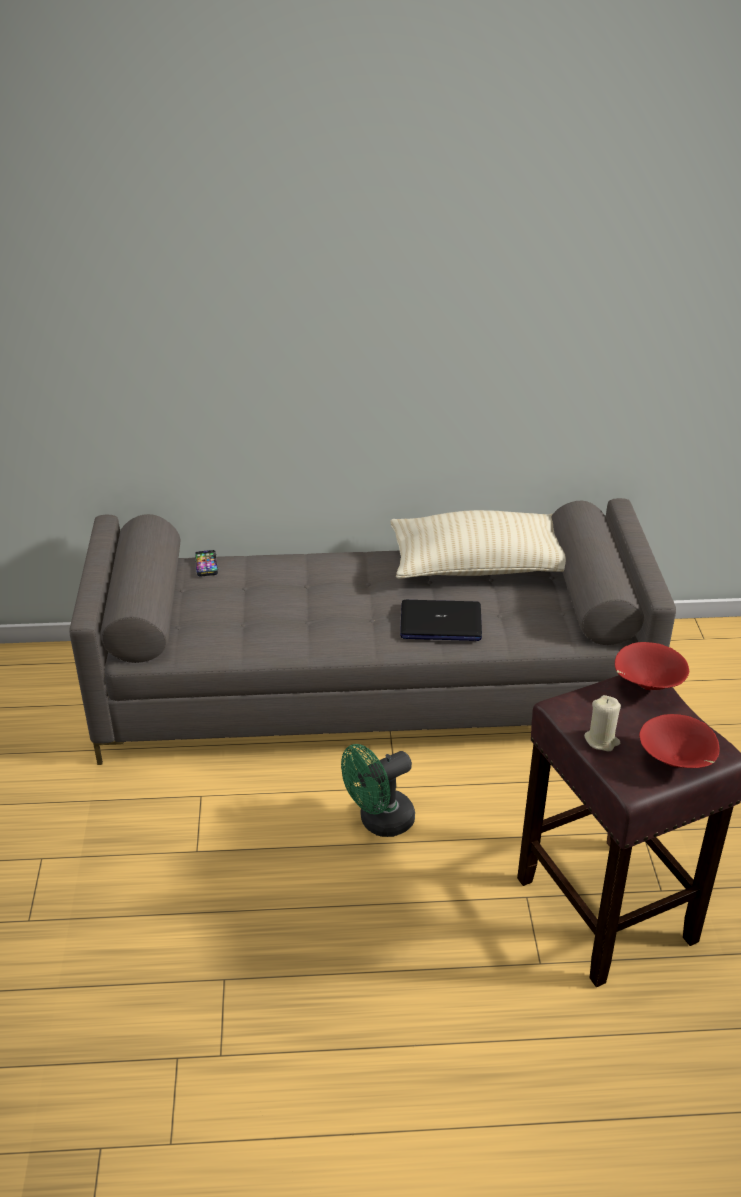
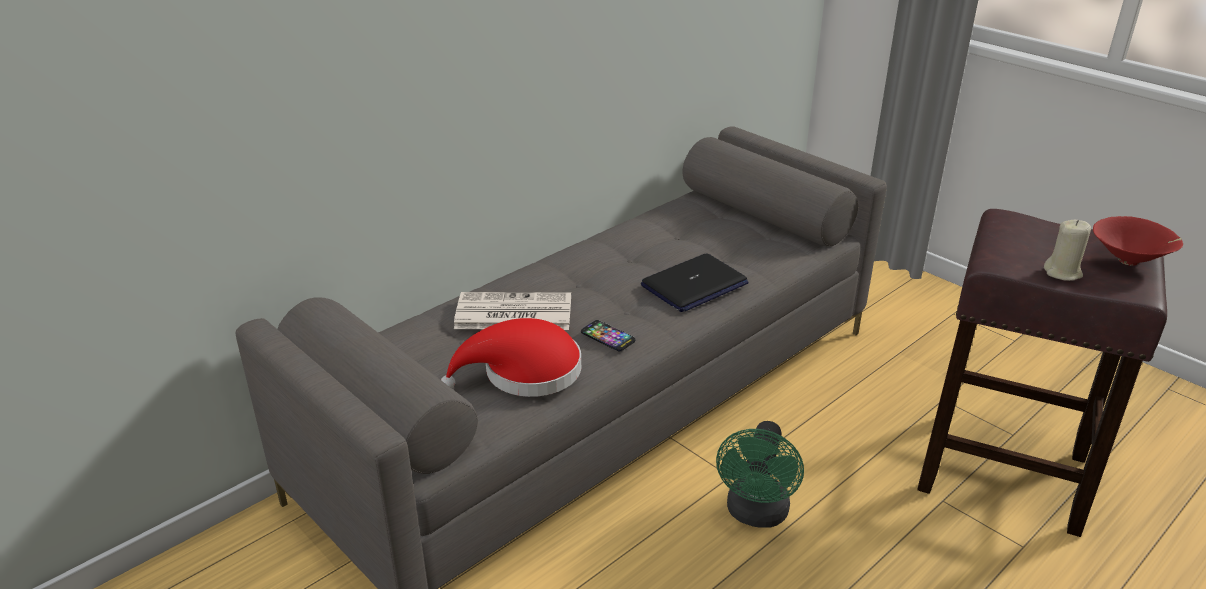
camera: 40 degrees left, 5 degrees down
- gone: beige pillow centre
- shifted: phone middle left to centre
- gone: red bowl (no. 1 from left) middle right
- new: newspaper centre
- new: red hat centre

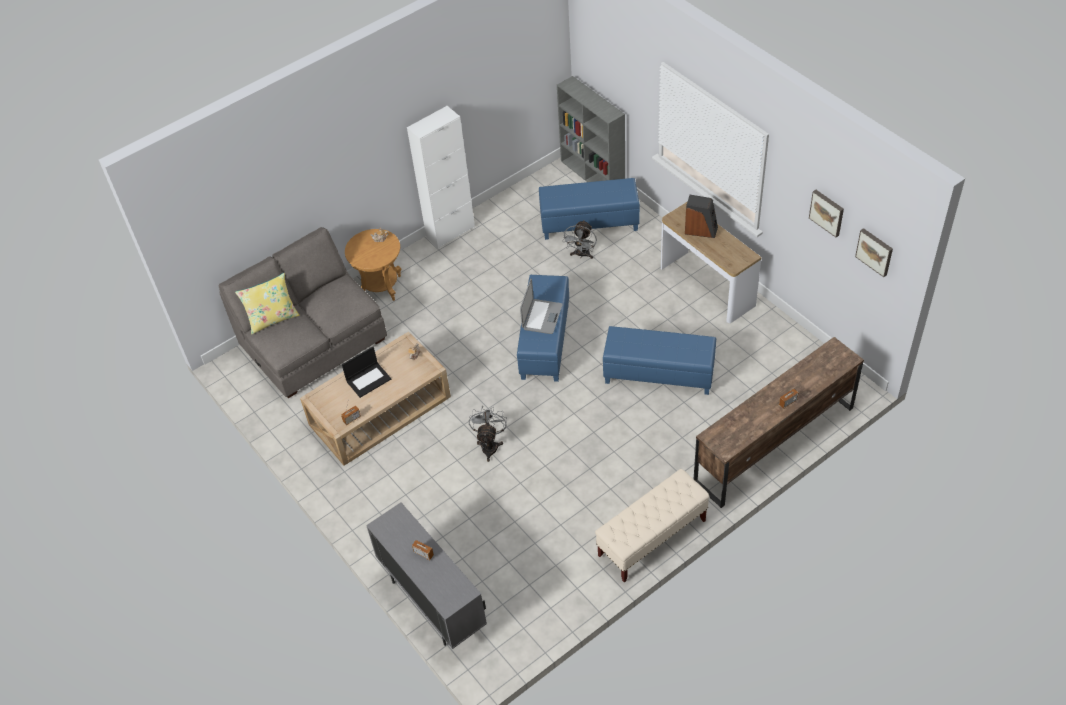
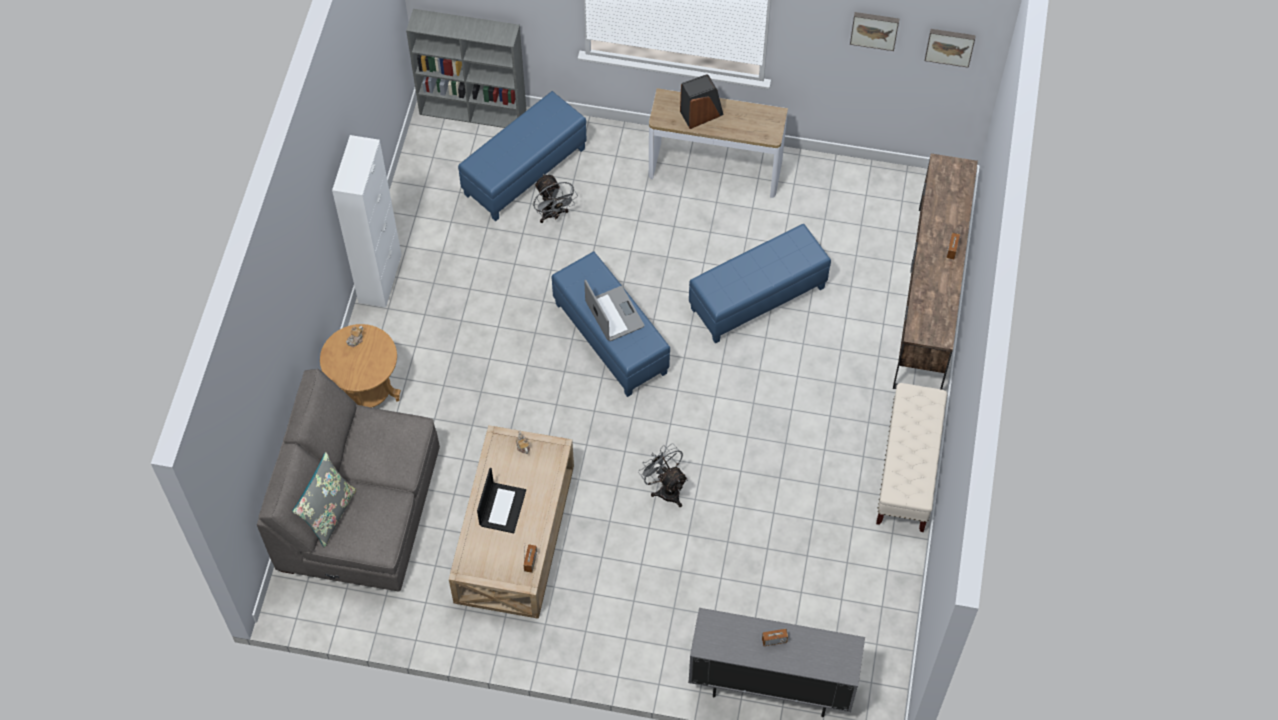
camera: 45 degrees left, 10 degrees up
- repainted: yellow pillow middle left to grey pillow bottom left

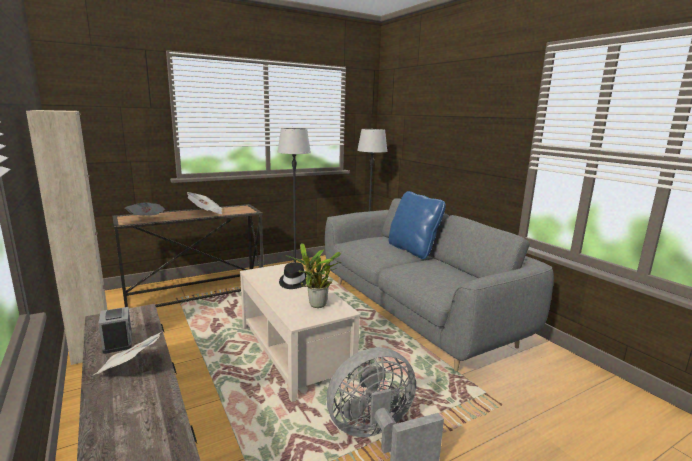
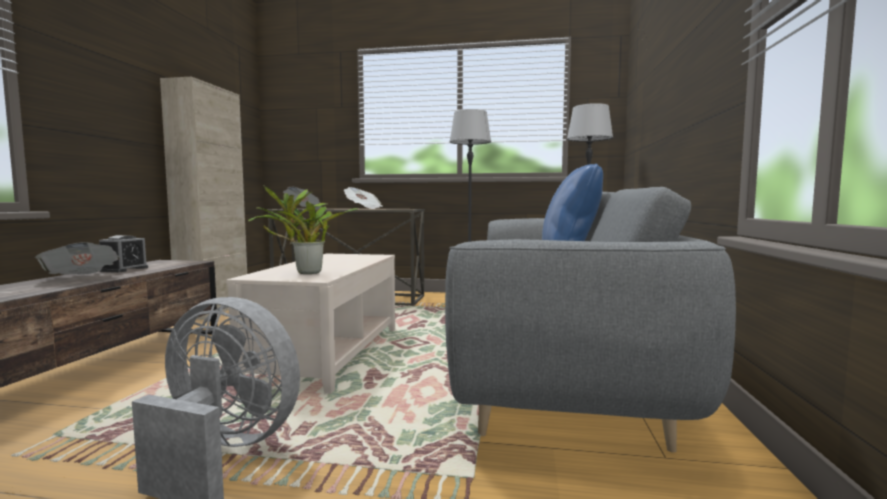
camera: 40 degrees right, 10 degrees down
- gone: black hat centre

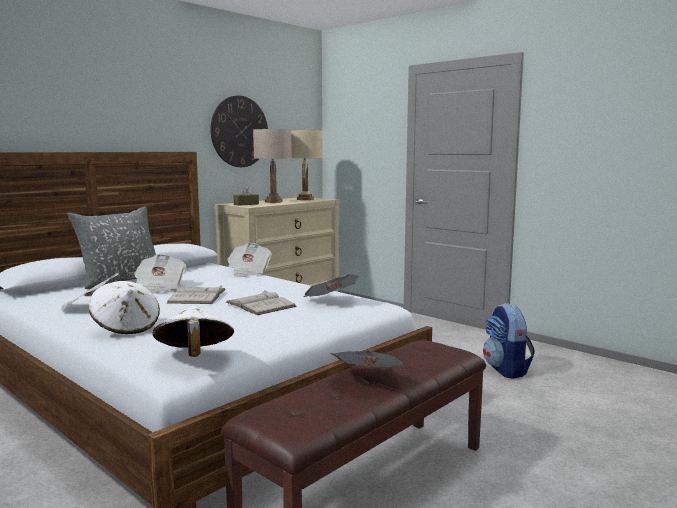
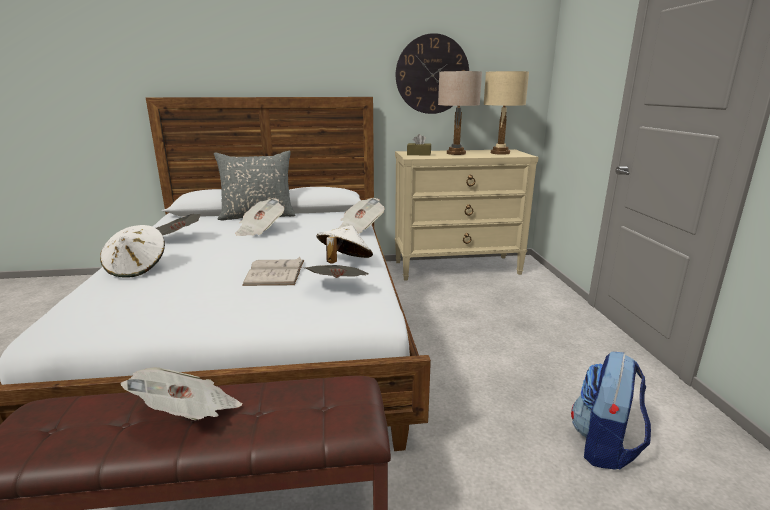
camera: 40 degrees right, 10 degrees up
- gone: white book (no. 1 from left) middle left
- shifted: white hat (no. 2 from left) middle left to centre

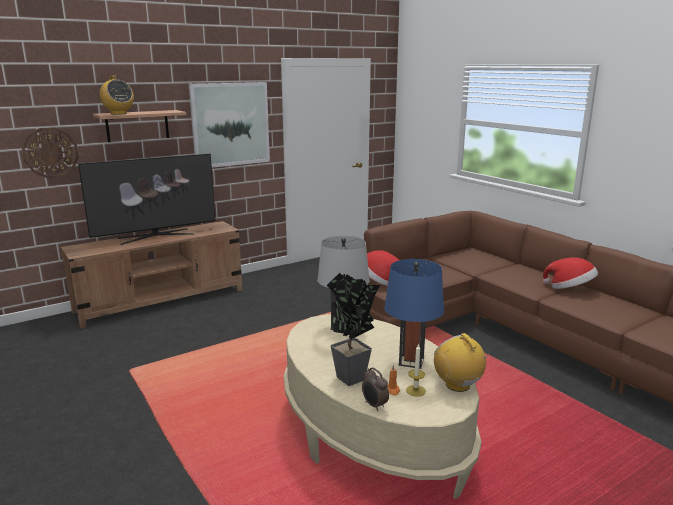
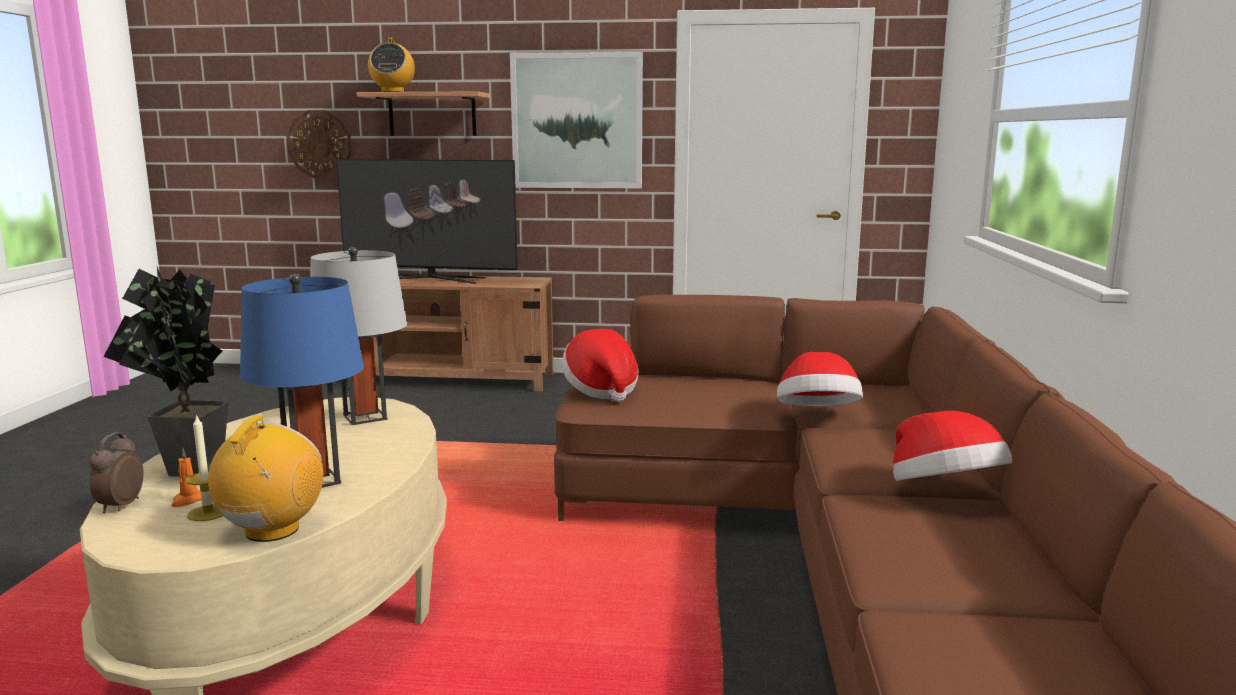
camera: 40 degrees right, 5 degrees down
- new: hat (no. 2 from left) centre

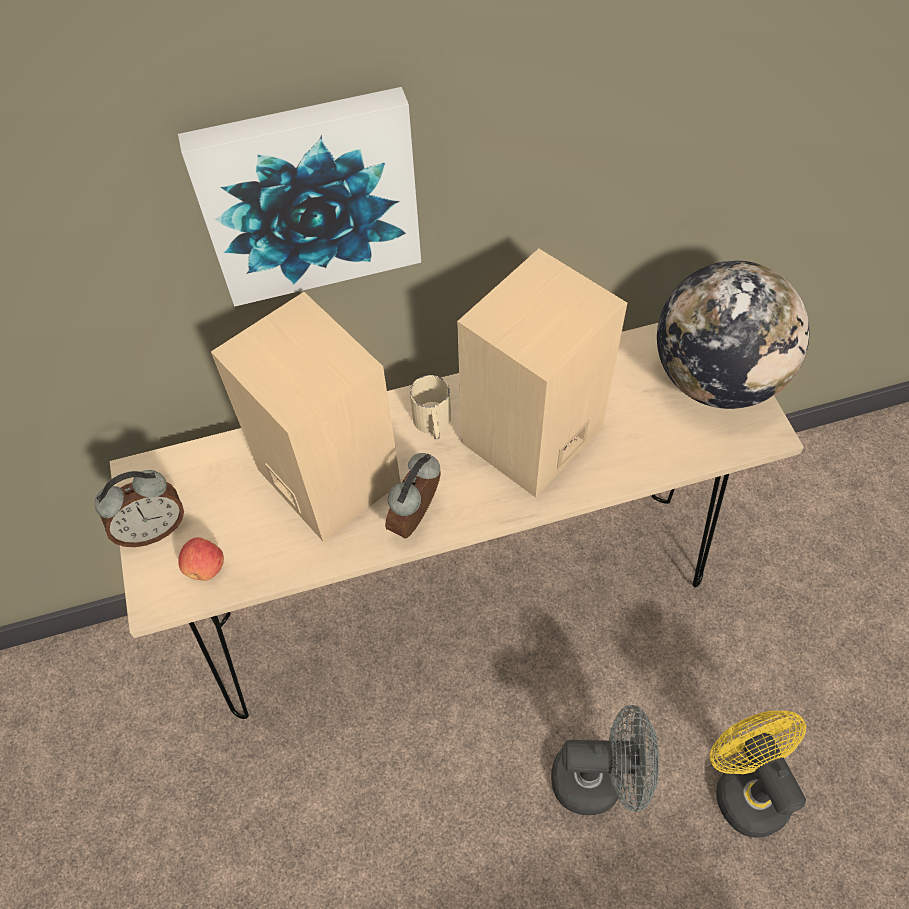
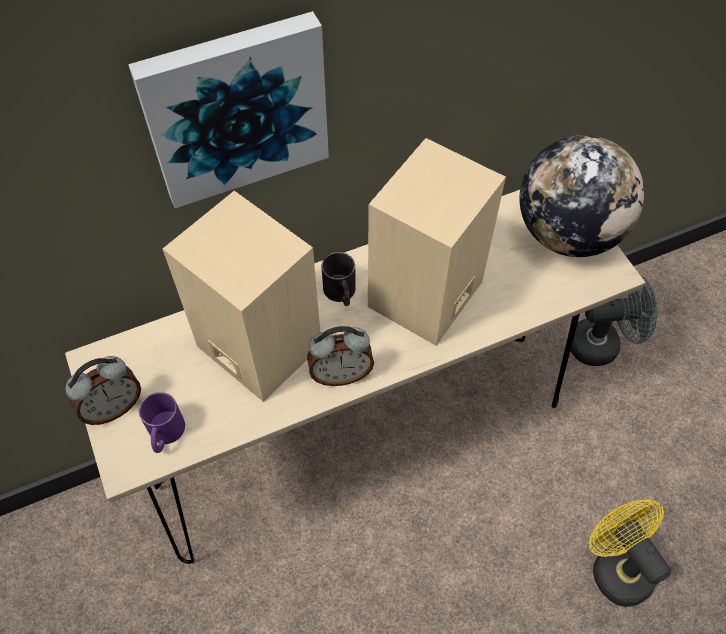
camera: 10 degrees left, 0 degrees up
- repainted: beige mug centre to black mug centre
- rotated: alarm clock (no. 2 from left) centre = centre 120 degrees counterclockwise
- swapped: apple middle left to purple mug middle left
- shifted: grey fan bottom centre to middle right

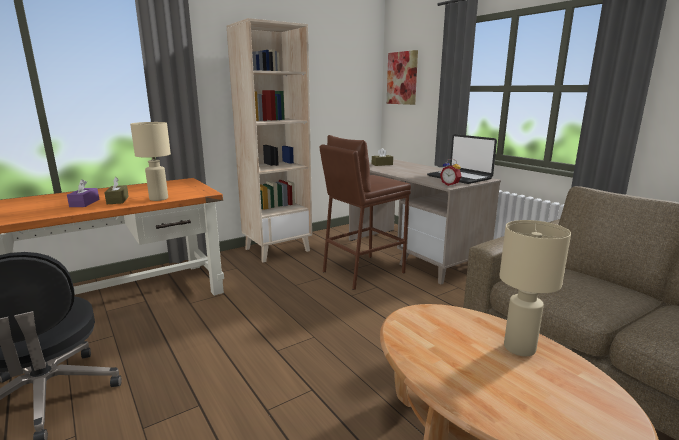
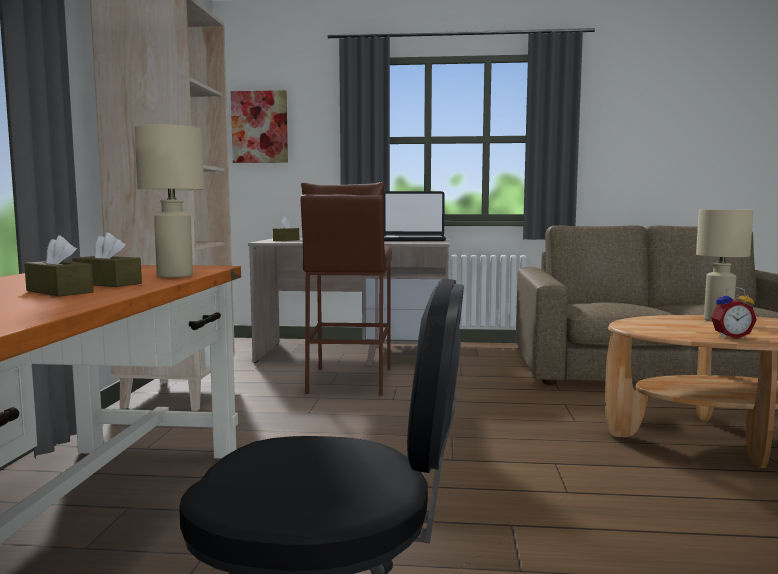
camera: 50 degrees left, 10 degrees down
- shifted: alarm clock centre to middle right
- repainted: purple tissue box middle left to brown tissue box (no. 1 from left) middle left

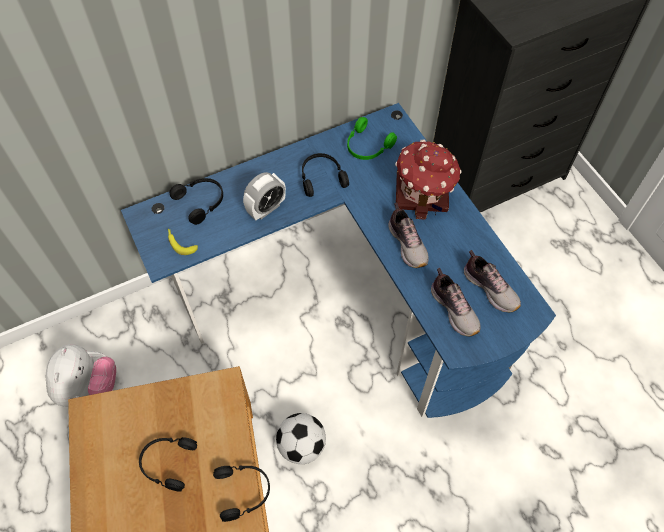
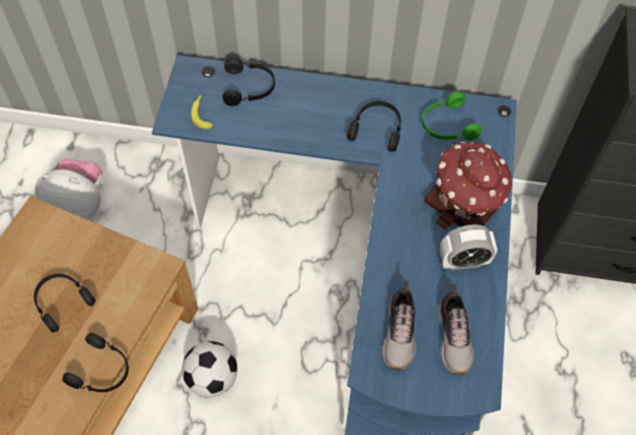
camera: 35 degrees right, 0 degrees up
- shifted: alarm clock centre to middle right
- gone: shoe (no. 1 from left) centre
- rotated: plush toy bottom left = middle left 120 degrees counterclockwise

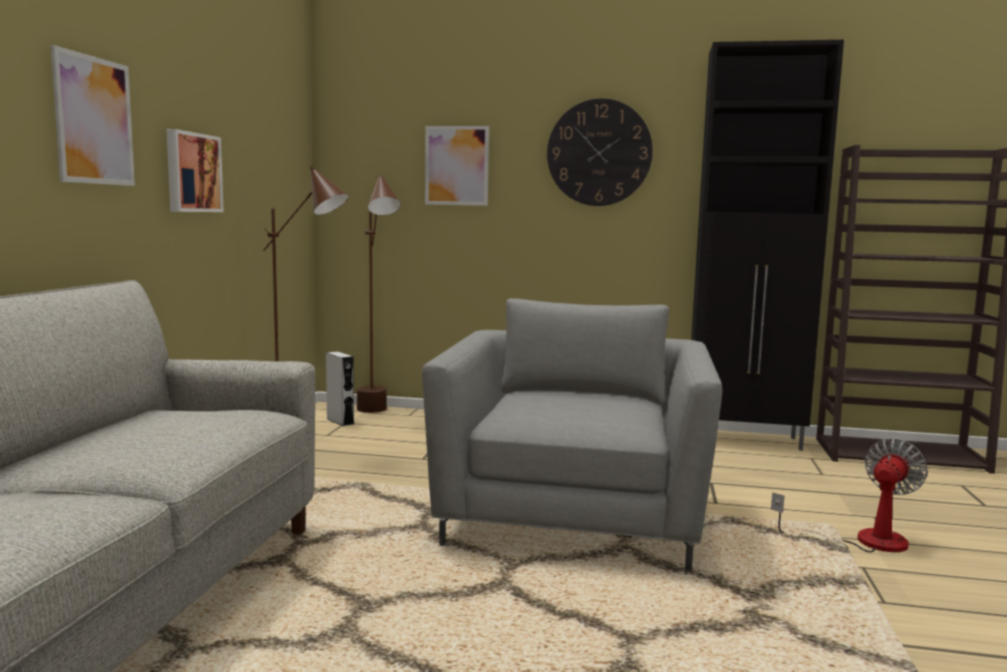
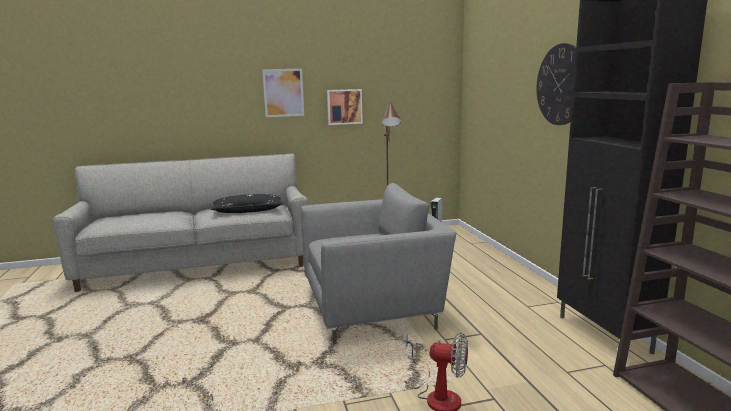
camera: 65 degrees right, 5 degrees up
- gone: picture (no. 3 from left) top centre
- gone: brown floor lamp (no. 2 from left) centre
- new: black pillow centre

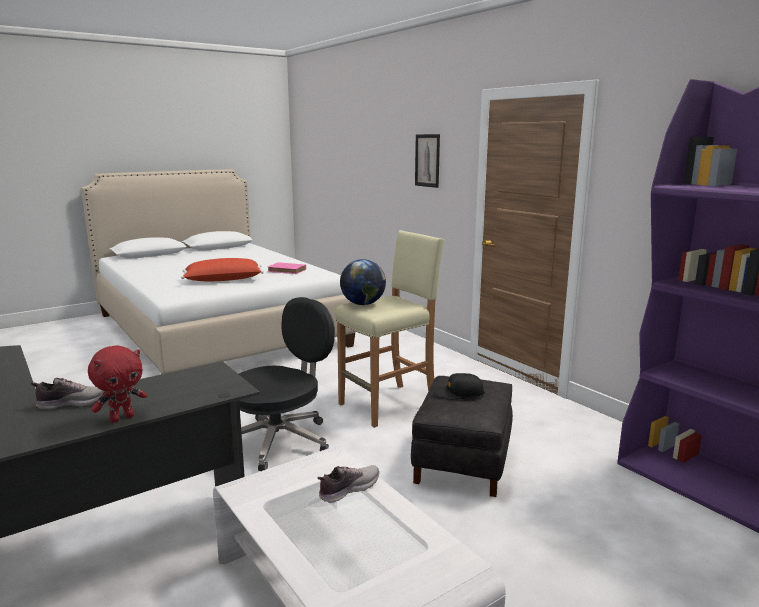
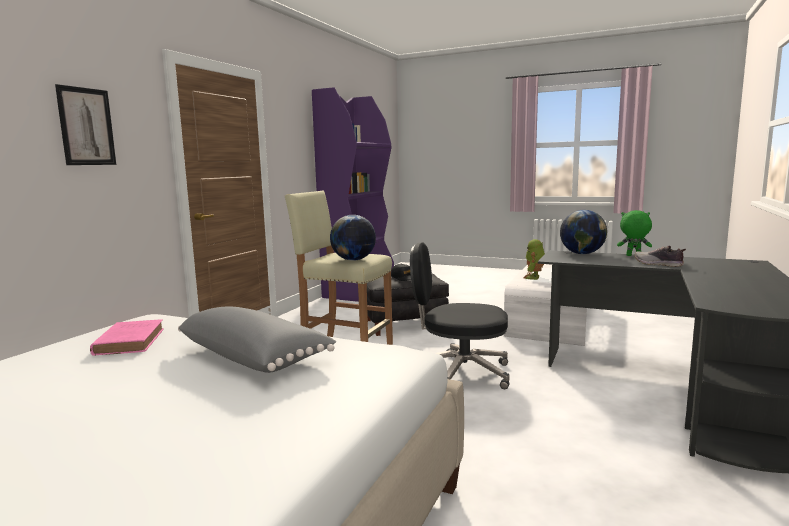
camera: 120 degrees left, 5 degrees down
- repainted: red pillow middle left to grey pillow middle left
- repainted: red plush toy middle left to green plush toy middle right
- swapped: shoe (no. 2 from left) bottom centre to toy robot middle right
- new: globe (no. 2 from left) middle right

